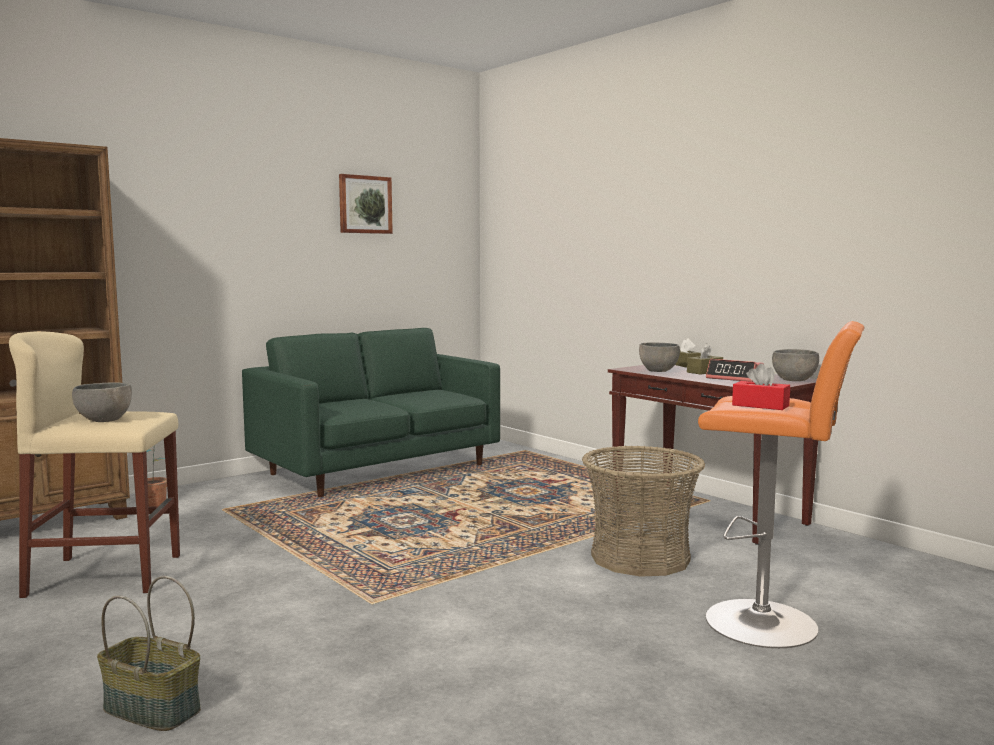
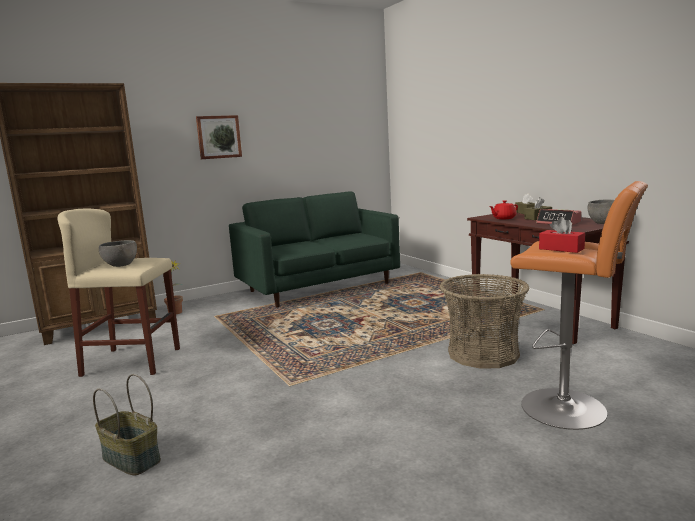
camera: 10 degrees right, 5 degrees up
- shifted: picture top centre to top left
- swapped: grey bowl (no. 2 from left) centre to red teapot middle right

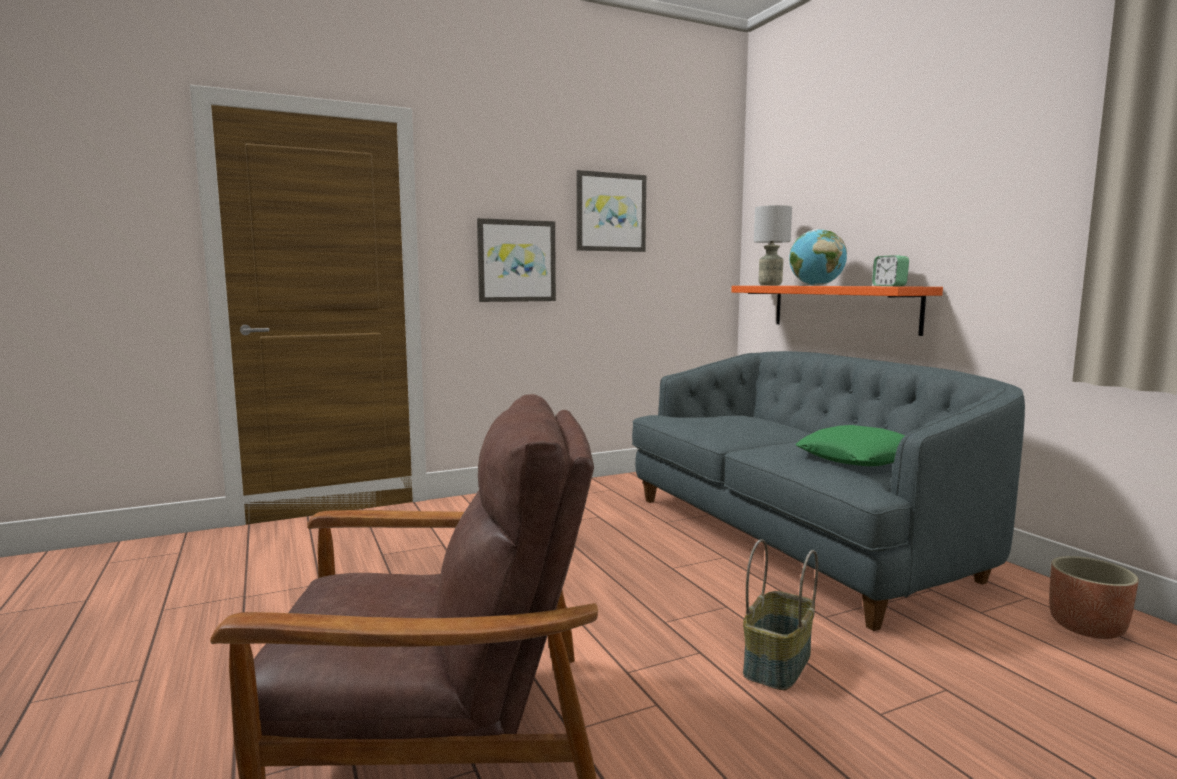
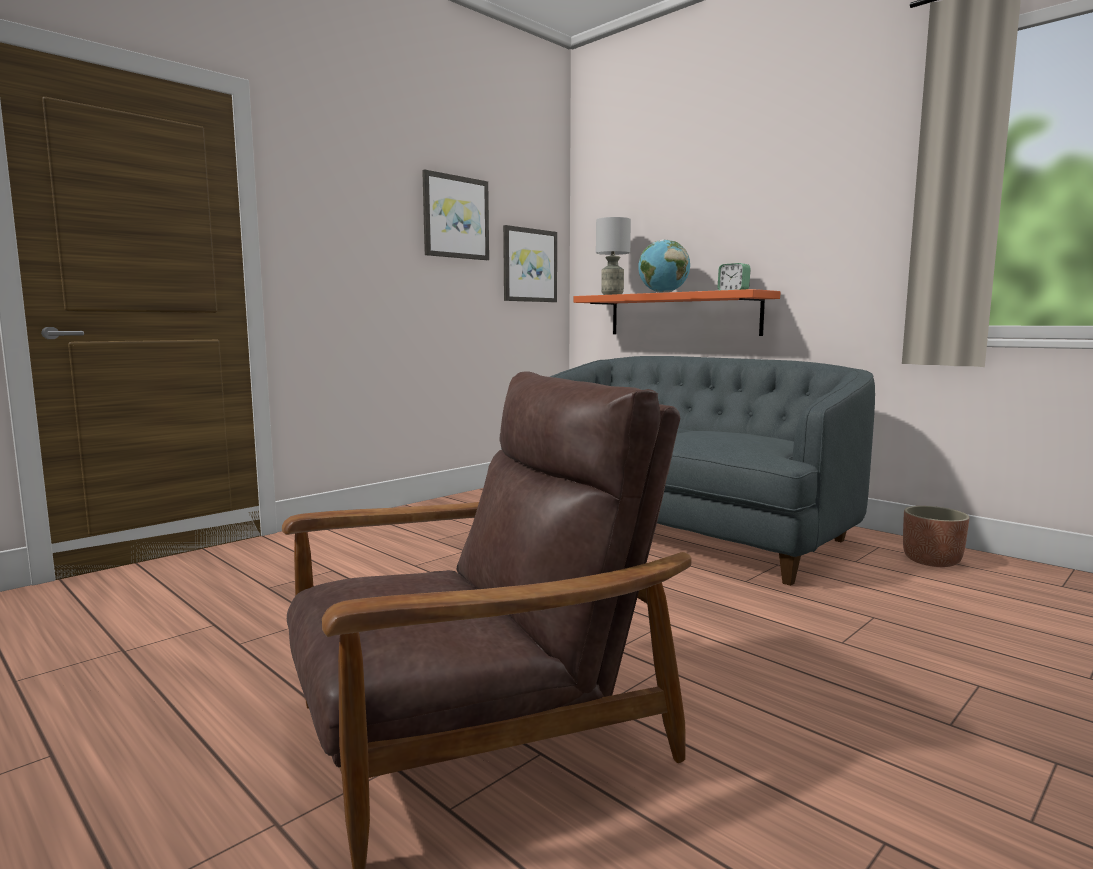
camera: 20 degrees left, 0 degrees up
- shifted: picture (no. 1 from left in the first image) centre to picture (no. 2 from left) top centre
- gone: green pillow middle right
- gone: basket bottom centre

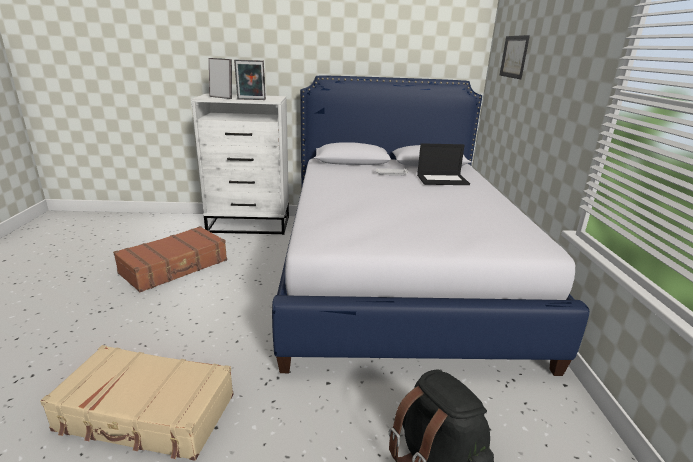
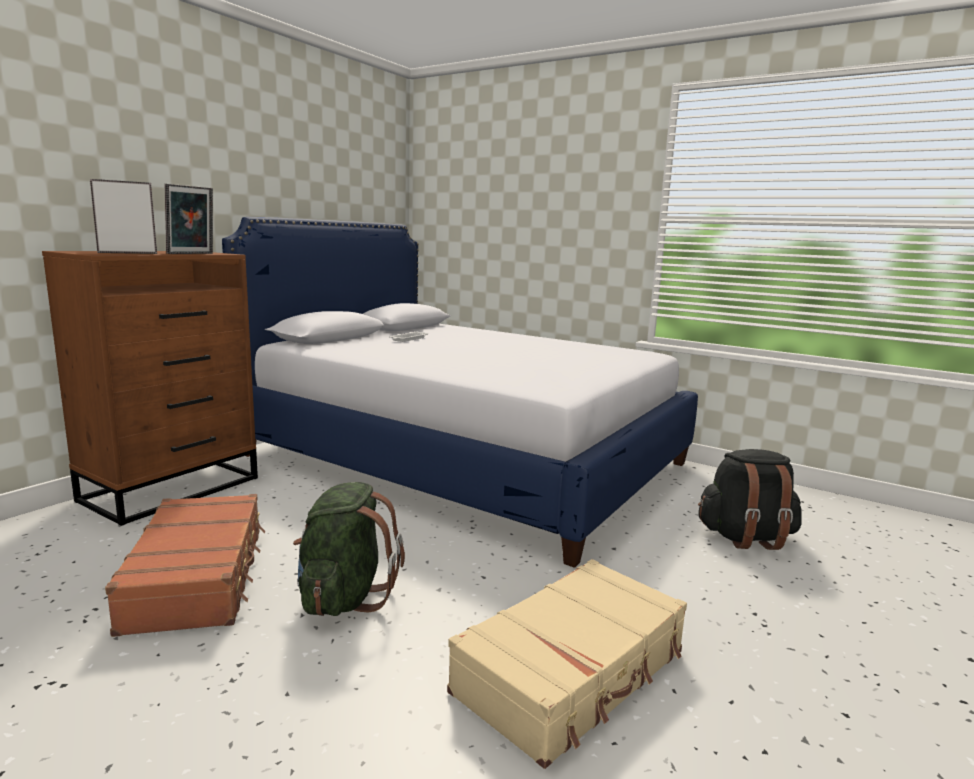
camera: 55 degrees left, 10 degrees down
- gone: picture top right
- repainted: white dresser centre to brown dresser middle left
- gone: laptop centre
- new: green backpack bottom centre

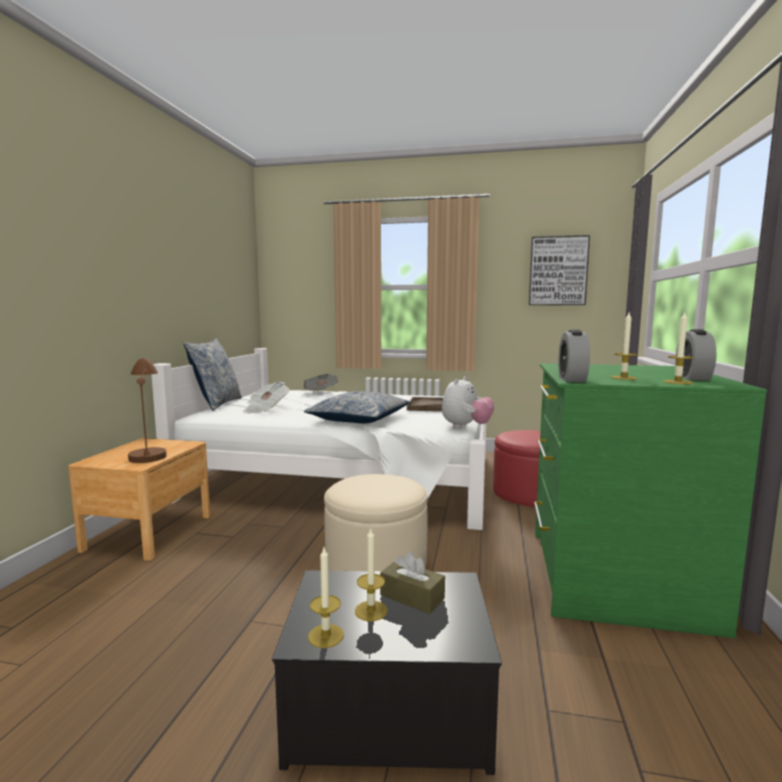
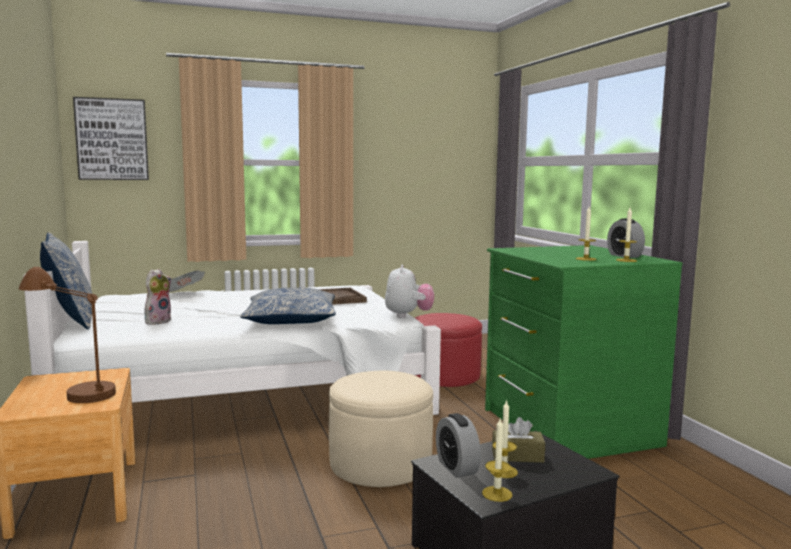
camera: 30 degrees left, 0 degrees up
- shifted: picture middle right to top left
- shifted: alarm clock (no. 1 from left) middle right to bottom centre
- swapped: newspaper (no. 1 from left) centre to plush toy (no. 1 from left) middle left

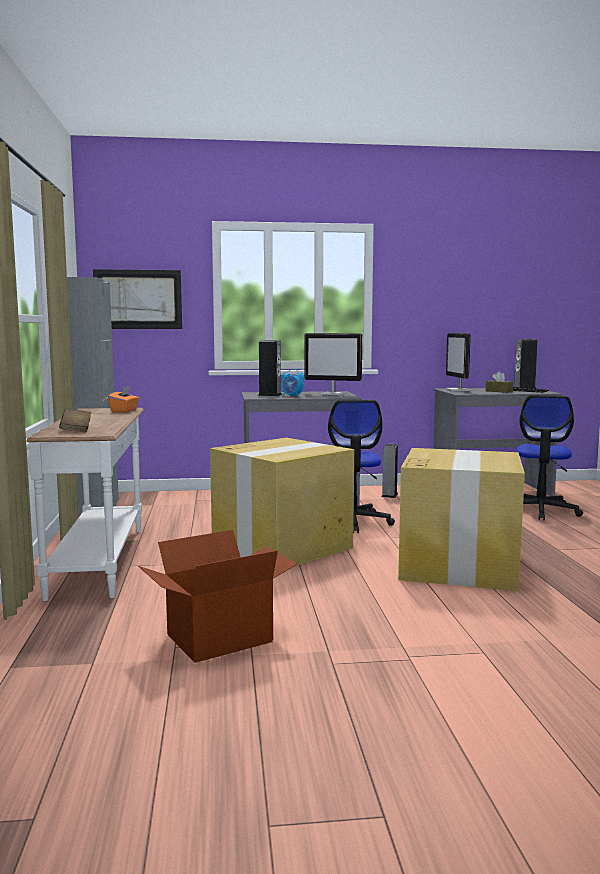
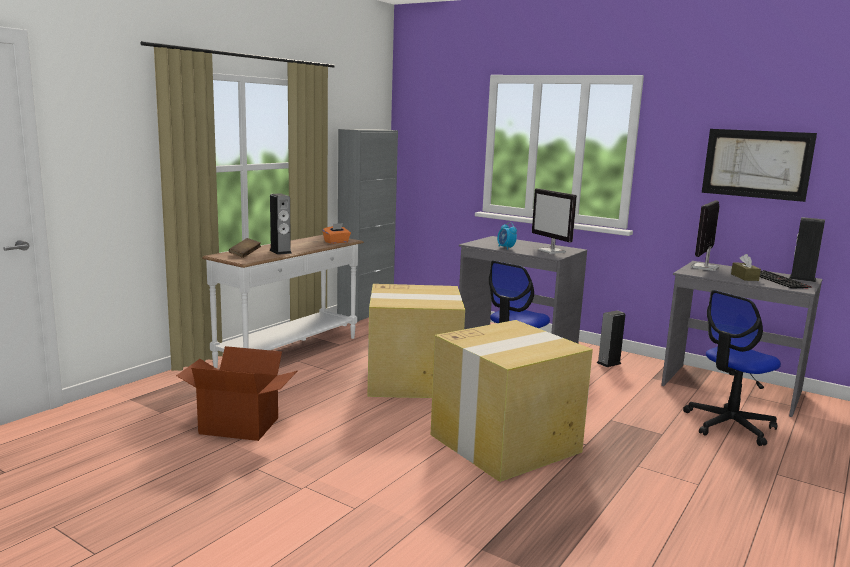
camera: 40 degrees right, 5 degrees up
- shifted: picture middle left to top right
- shifted: speaker (no. 1 from left) centre to middle left

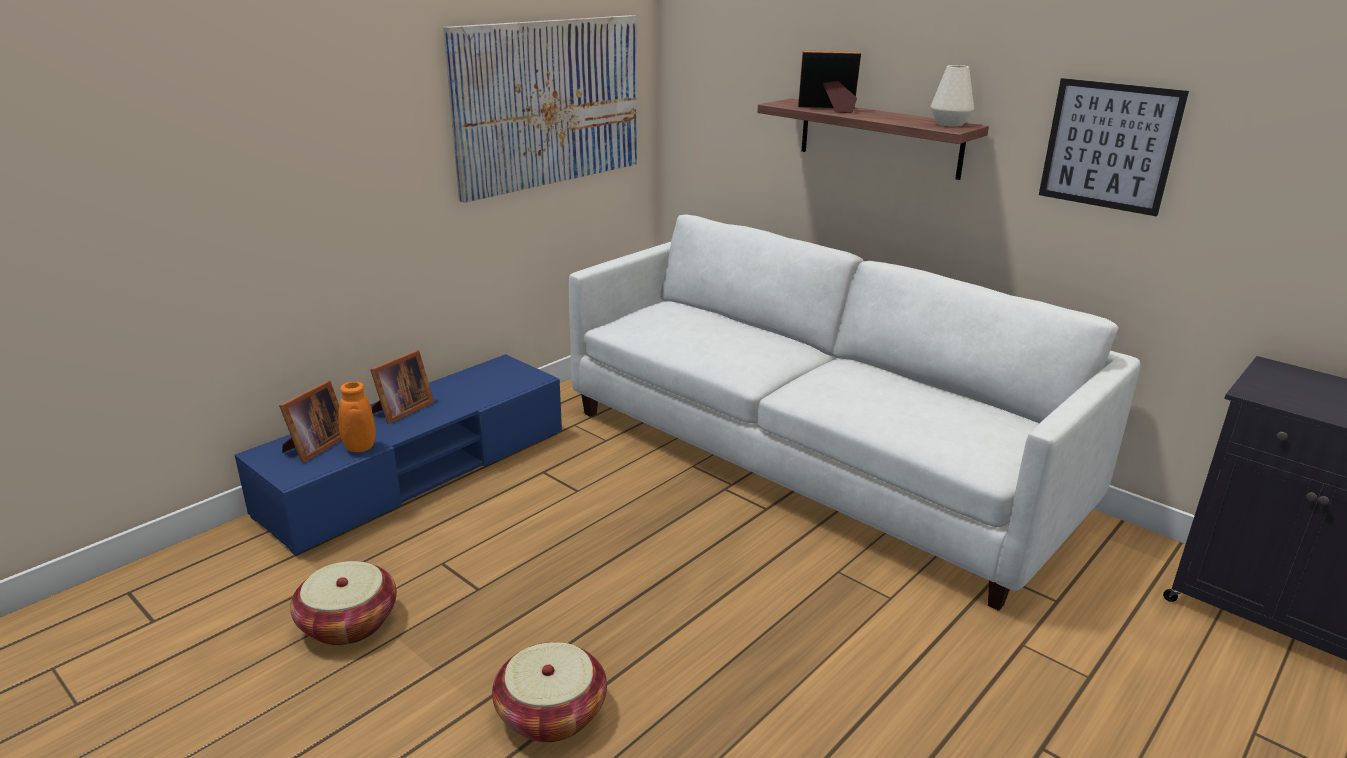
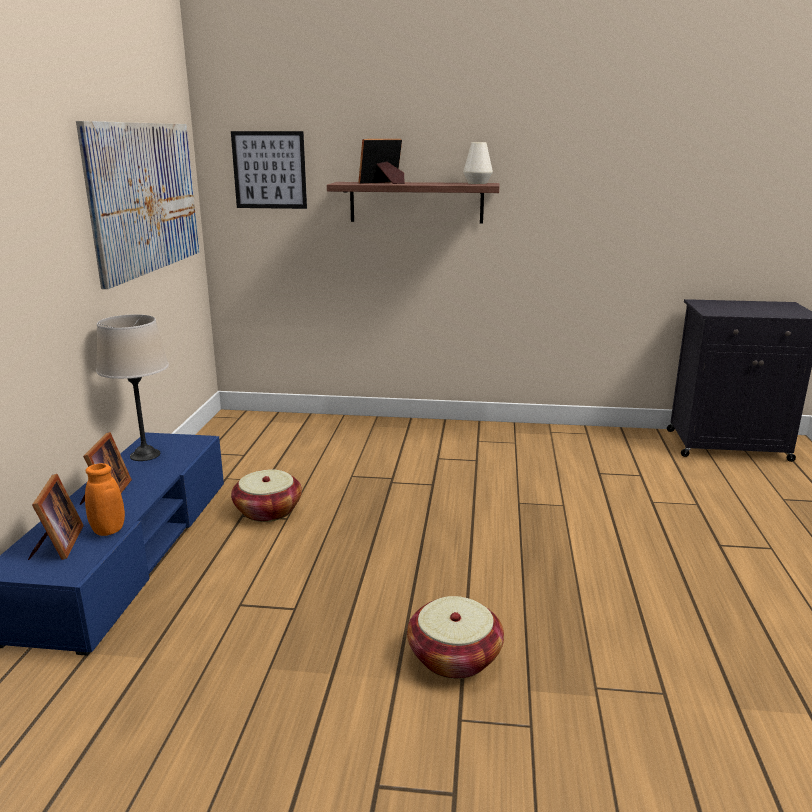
camera: 35 degrees left, 5 degrees down
- shifted: picture (no. 2 from left) top right to top left
- gone: white sofa centre
- shifted: basket (no. 1 from left) bottom left to middle left
- new: beige table lamp middle left

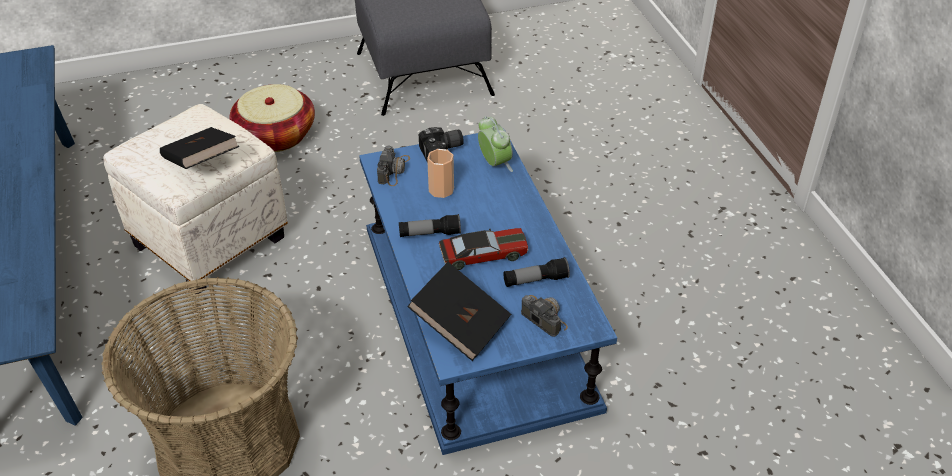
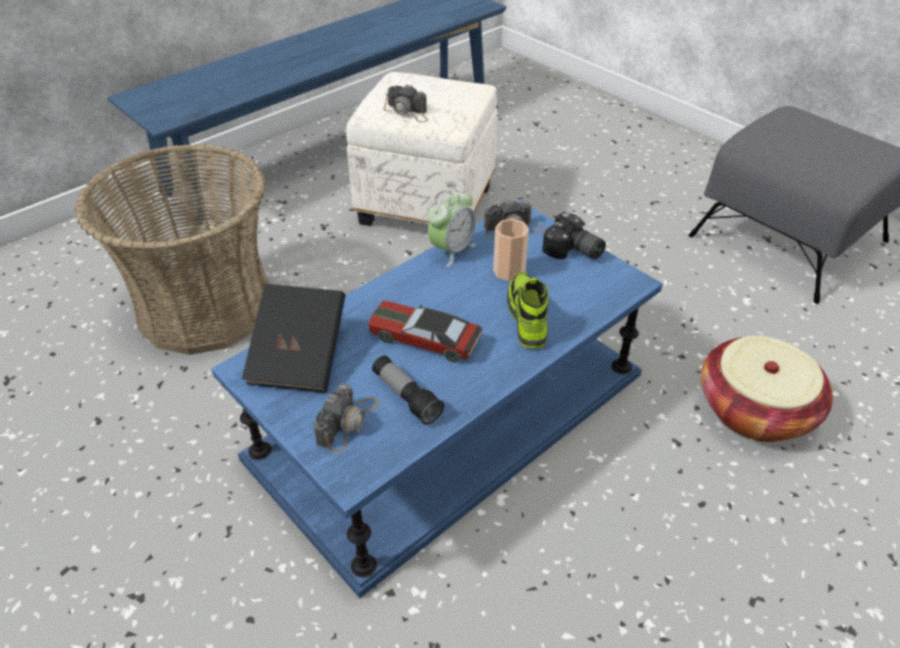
camera: 65 degrees right, 0 degrees up
- shifted: basket (no. 2 from left) top left to middle right
- shifted: alarm clock top centre to centre
- swapped: black book (no. 1 from left) top left to photo camera (no. 2 from left) top centre
- gone: flashlight (no. 1 from left) centre
- rotated: toy car centre = centre 150 degrees clockwise
- new: shoe centre

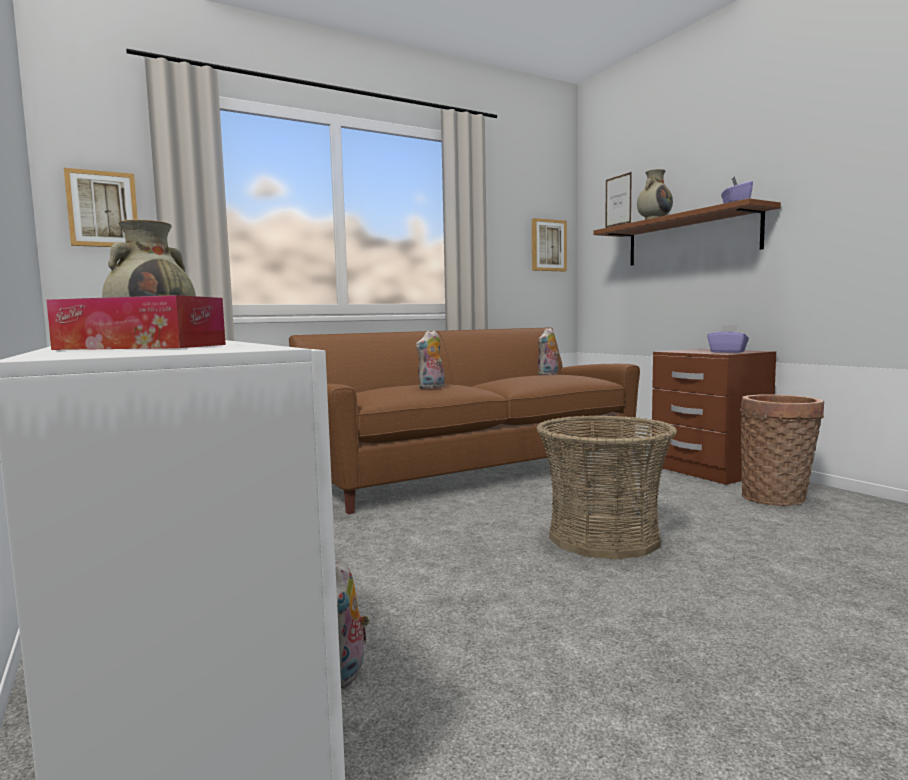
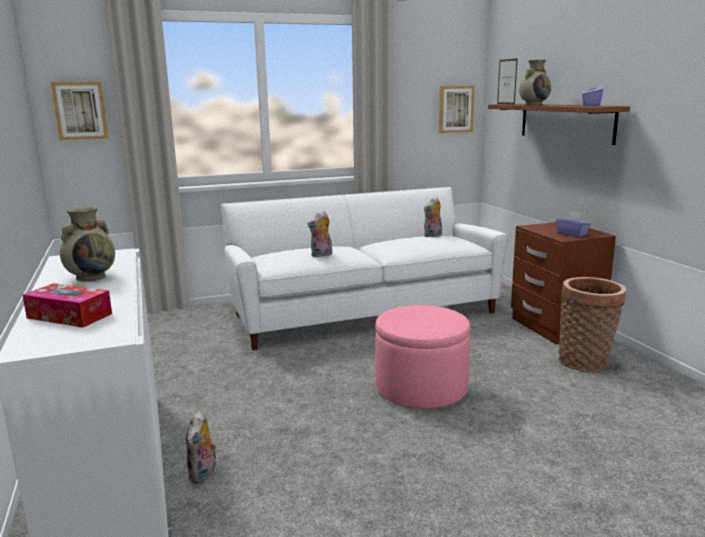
camera: 10 degrees right, 10 degrees up
- repainted: brown sofa centre to white sofa centre
- swapped: basket (no. 1 from left) middle right to pink ottoman centre

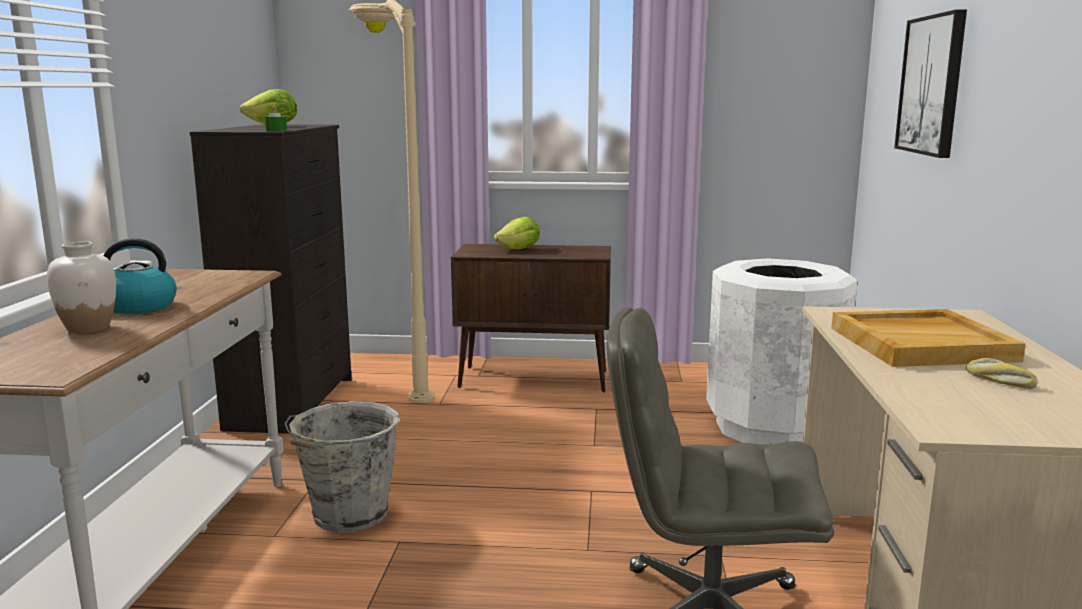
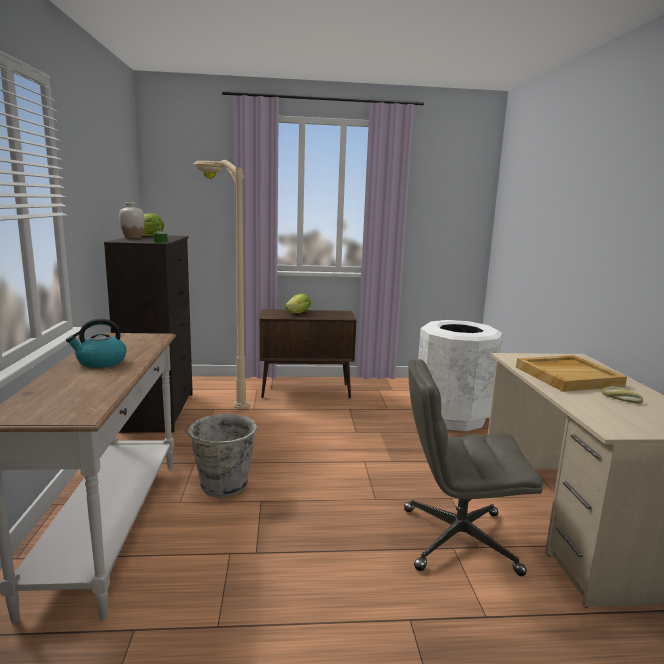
camera: 10 degrees left, 0 degrees up
- gone: picture top right
- shifted: white vase middle left to top left

